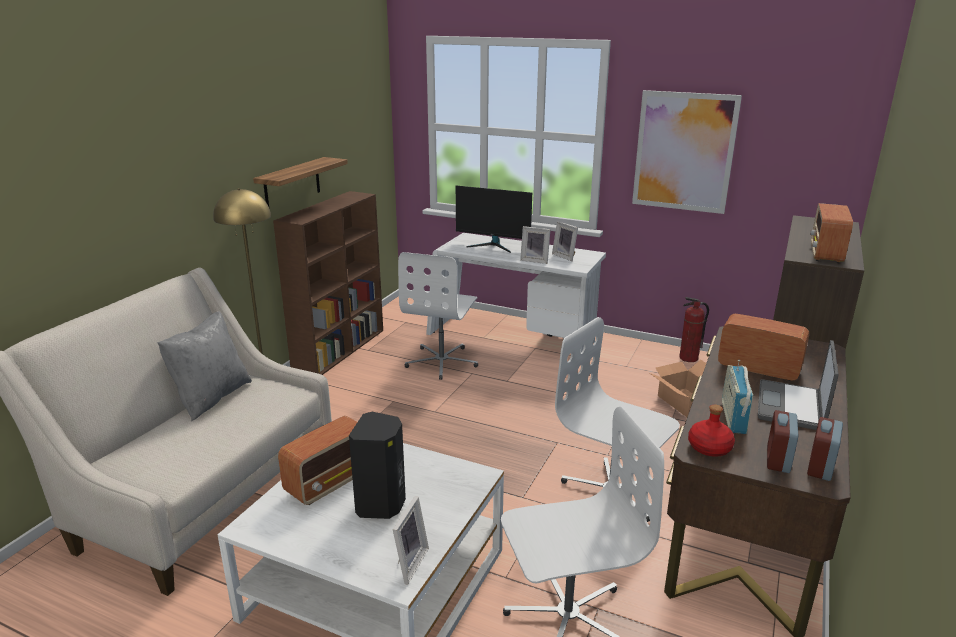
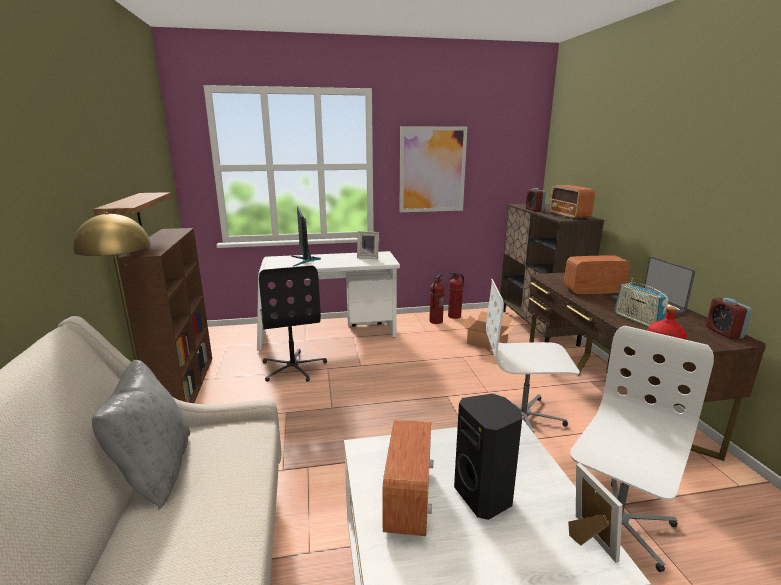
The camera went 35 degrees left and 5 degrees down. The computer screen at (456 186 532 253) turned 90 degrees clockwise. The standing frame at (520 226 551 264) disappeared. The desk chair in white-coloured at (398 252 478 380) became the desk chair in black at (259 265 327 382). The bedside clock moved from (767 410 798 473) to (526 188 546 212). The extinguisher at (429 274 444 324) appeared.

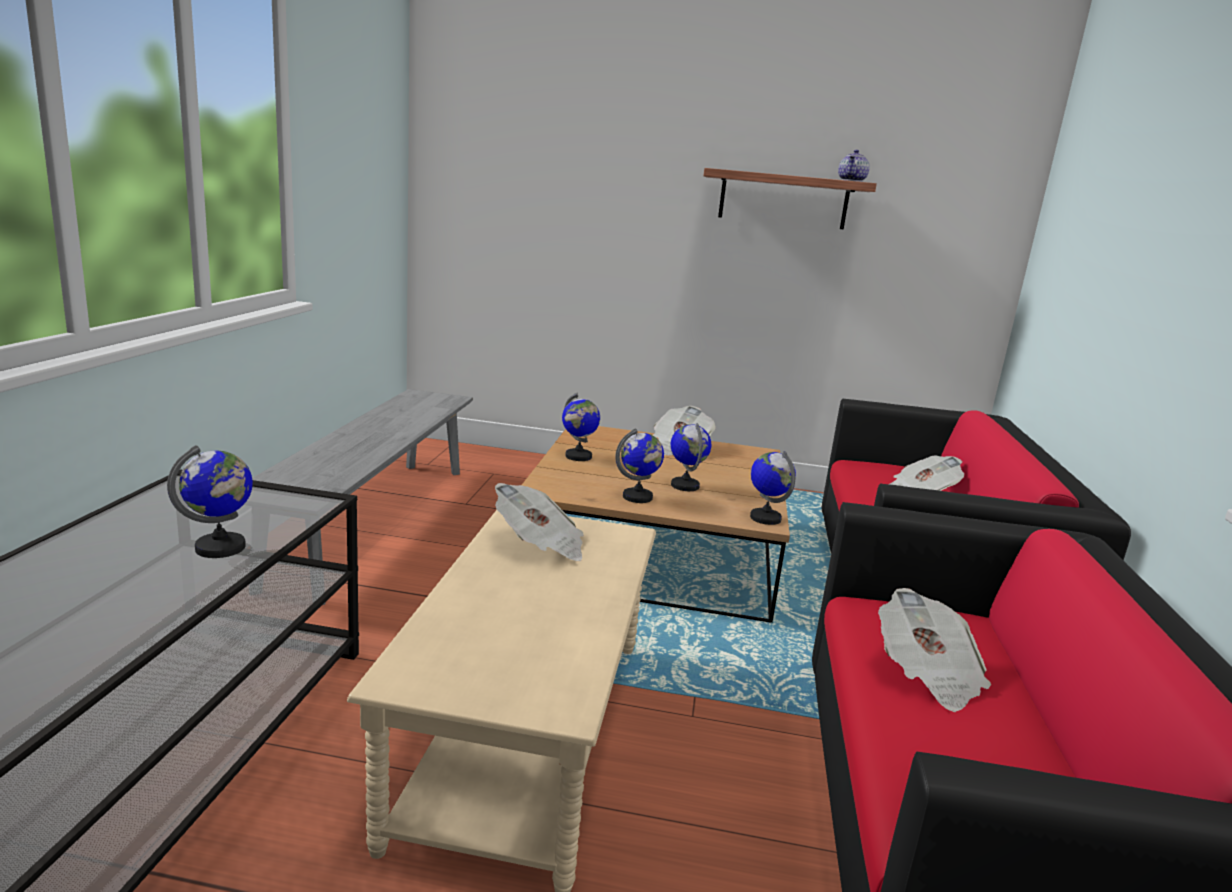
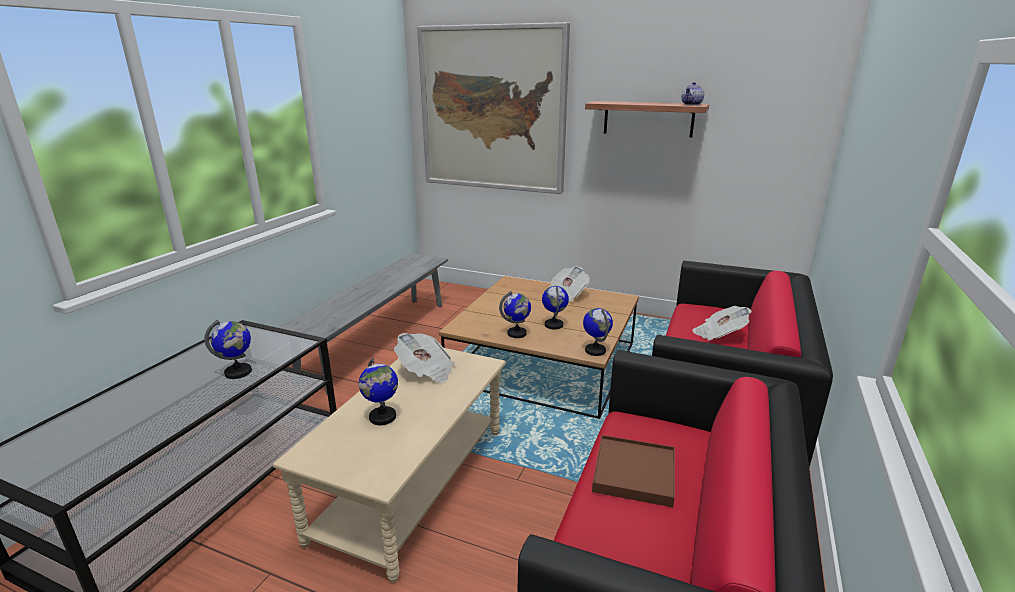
The camera went 15 degrees right and 5 degrees up. The globe moved from (562 393 600 461) to (359 358 398 425). The printed paper at (878 588 991 712) was replaced by the serving tray in brown at (592 435 675 507). The wall art at (417 22 570 194) appeared.

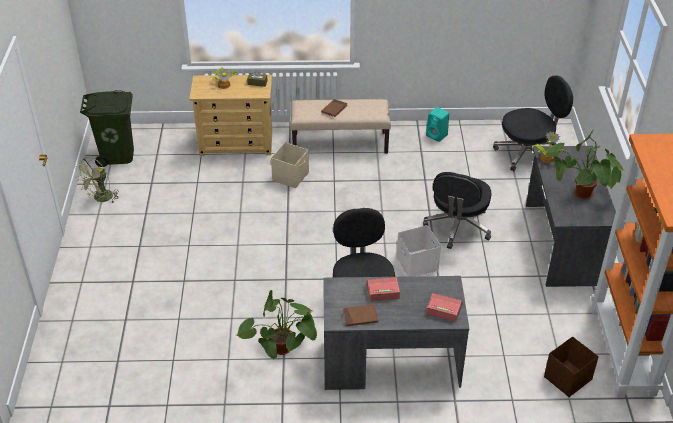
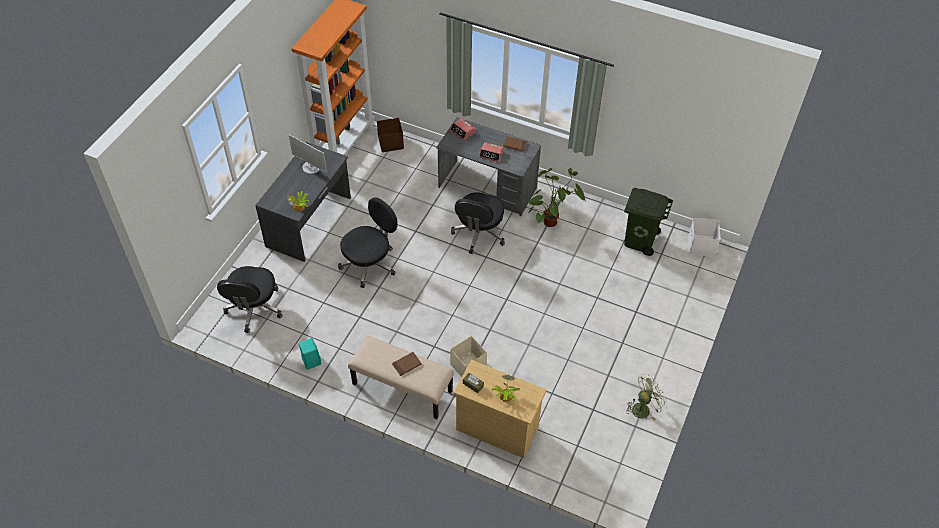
The camera went 155 degrees left and 10 degrees up. The desk chair in black at (493 75 573 171) turned 90 degrees counterclockwise. The waste bin in green-coloured moved from (80 90 134 167) to (624 188 673 256). The houseplant at (545 129 624 199) was replaced by the computer screen at (289 134 327 174). The storage bin in white-coloured moved from (396 225 441 277) to (688 218 721 257).

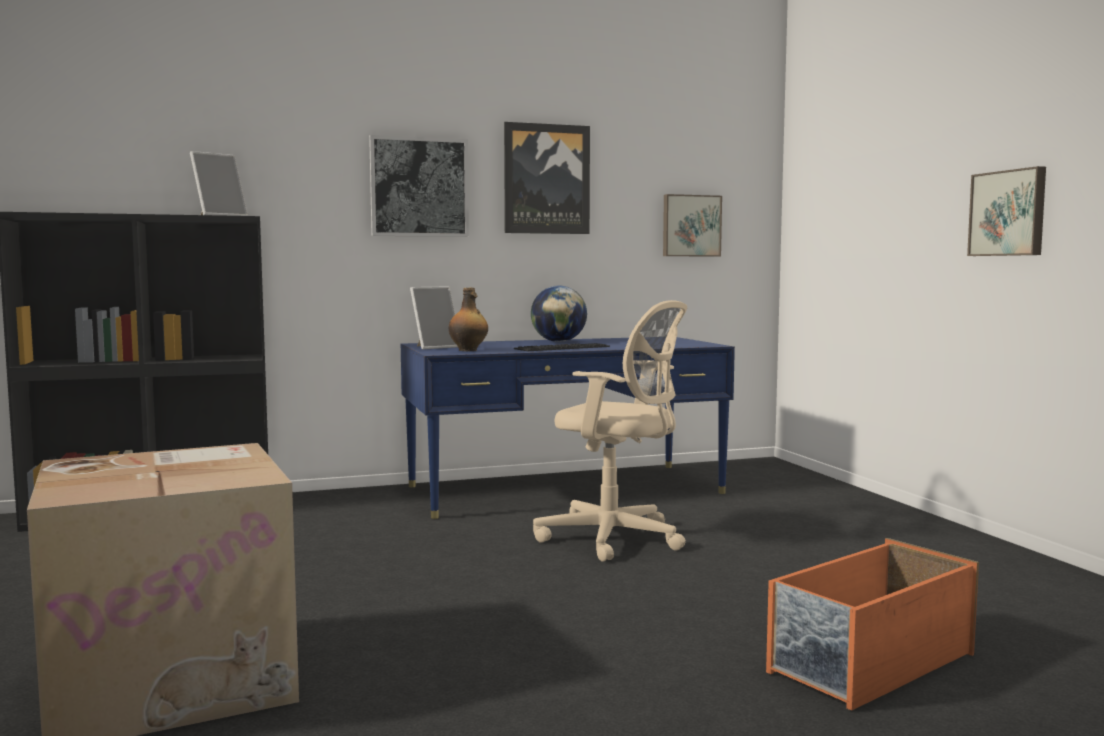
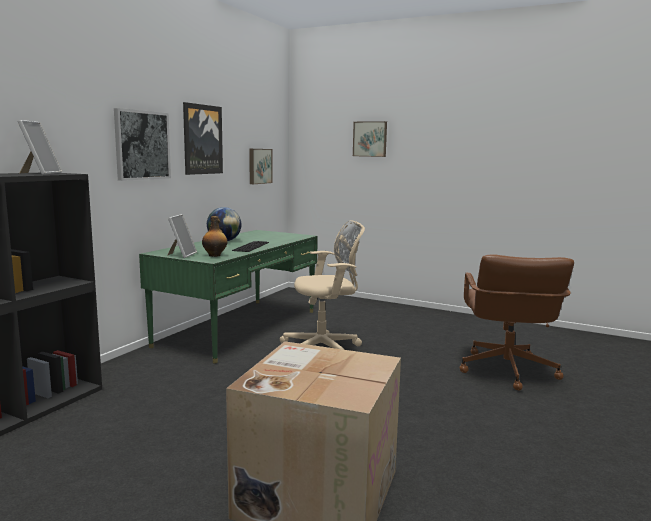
The camera went 45 degrees left and 5 degrees up. The wall art moved from (967 166 1046 256) to (353 121 387 157). The desk table in bluish at (401 337 735 519) became the desk table in green-coloured at (139 230 318 364). The storage bin in orange-coloured at (766 538 979 711) was replaced by the desk chair in brown at (460 254 574 391).

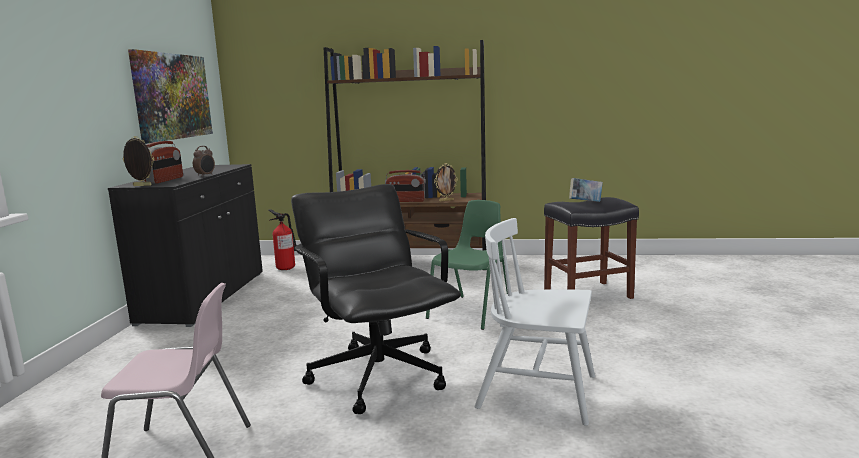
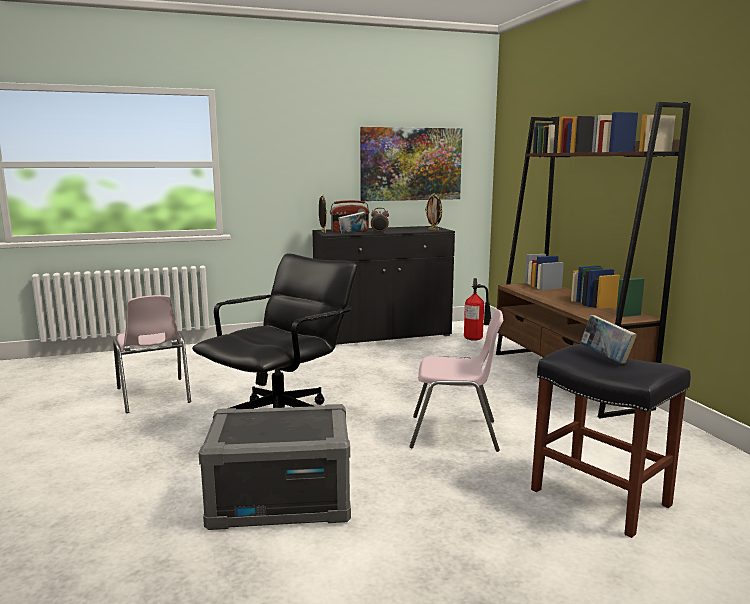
The camera went 65 degrees right and 0 degrees up. The standing frame moved from (434 163 458 202) to (425 194 443 231). The radio receiver at (385 170 426 202) disappeared. The upright chair in green-coloured at (426 200 508 330) became the upright chair in pink at (409 309 503 452). The upright chair in white-coloured at (475 218 595 426) was replaced by the storage bin in gray at (199 404 351 530). The volume at (338 212 367 234) appeared.

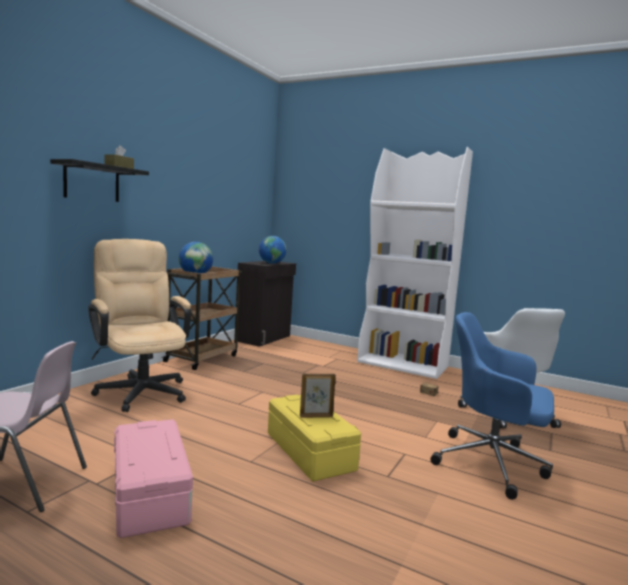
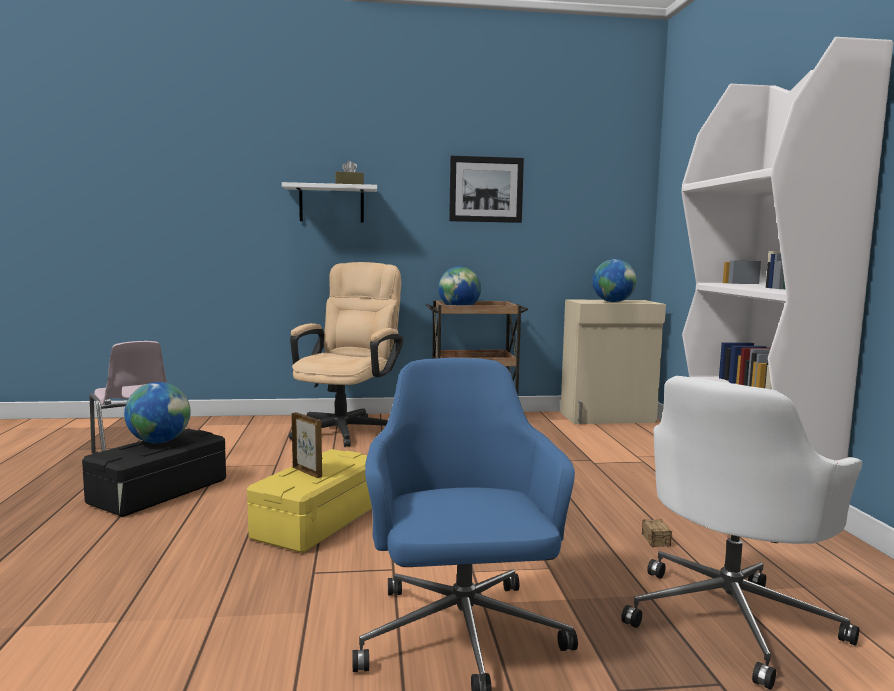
The camera went 55 degrees right and 0 degrees up. The shelf in black at (50 159 149 202) became the shelf in white-coloured at (282 182 377 223). The cabinet in black at (238 261 296 347) became the cabinet in beige-coloured at (560 299 666 424). The storage bin in pink at (114 419 193 538) became the storage bin in black at (82 428 226 517). The wall art at (449 156 524 223) appeared. The globe at (124 382 191 443) appeared.

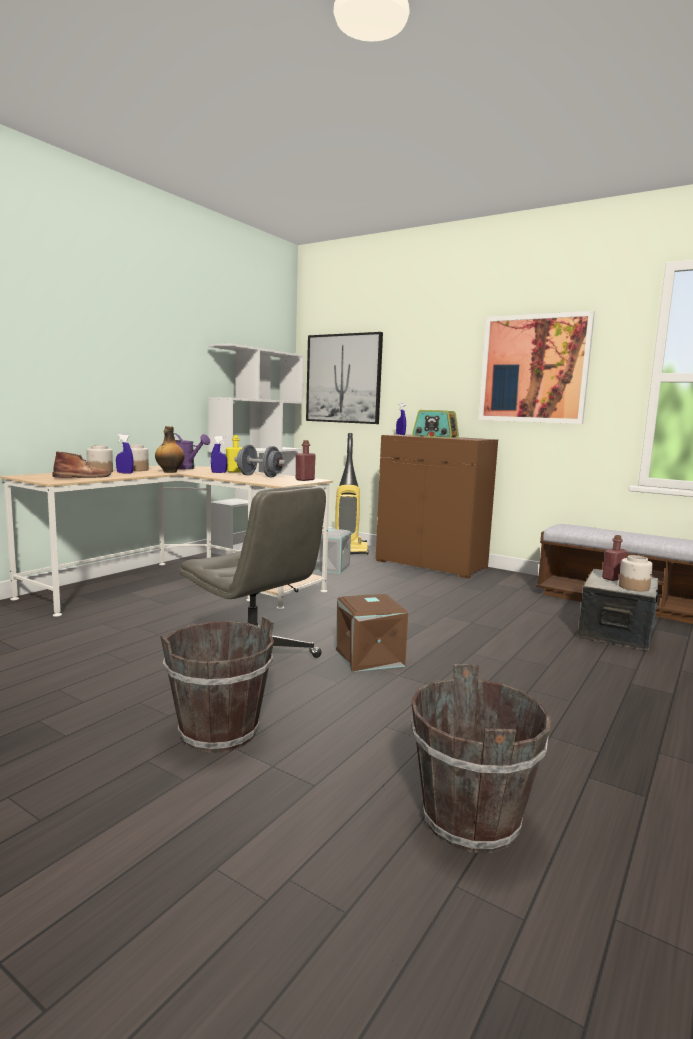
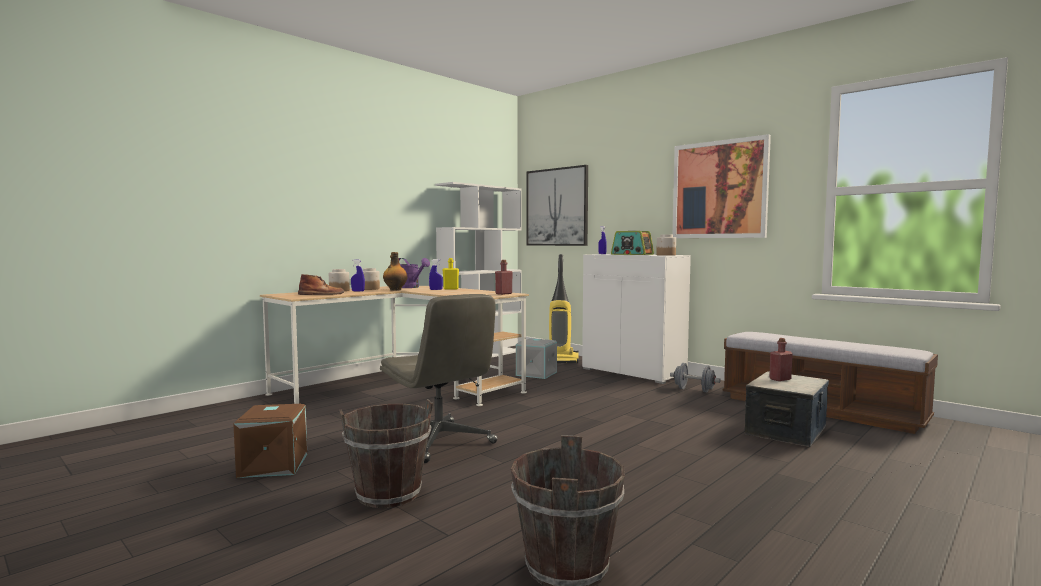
The camera went 10 degrees right and 5 degrees down. The cabinet in brown at (376 434 498 579) became the cabinet in white-coloured at (582 254 691 384). The free weight in gray moved from (234 445 286 477) to (670 363 720 392). The preserve jar moved from (619 555 653 591) to (656 234 676 256). The storage bin in brown moved from (335 594 408 672) to (233 404 307 478).

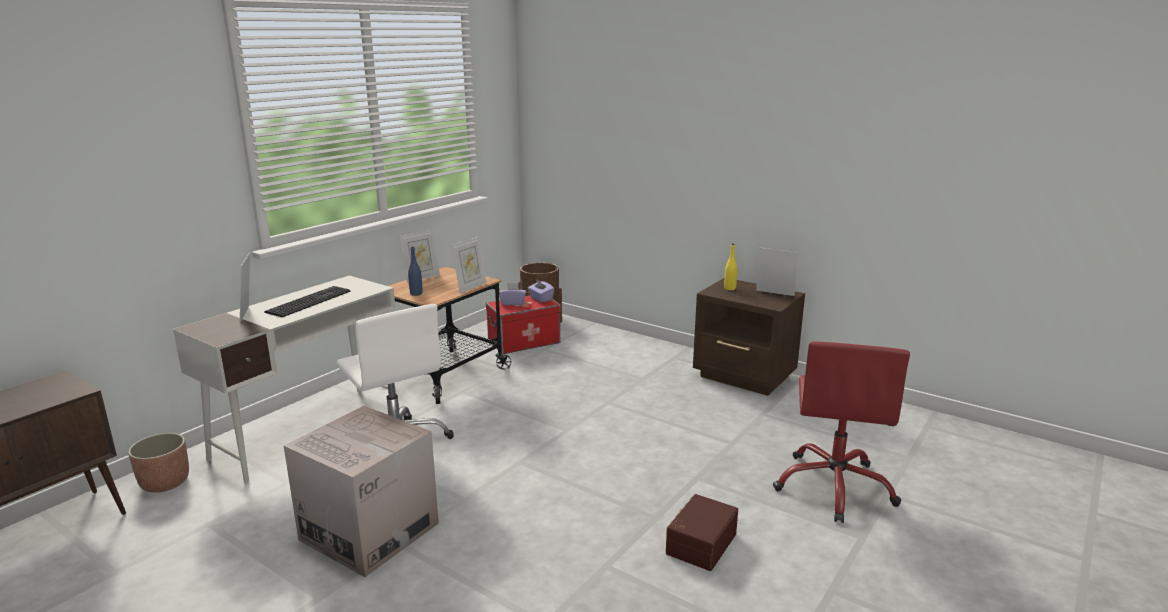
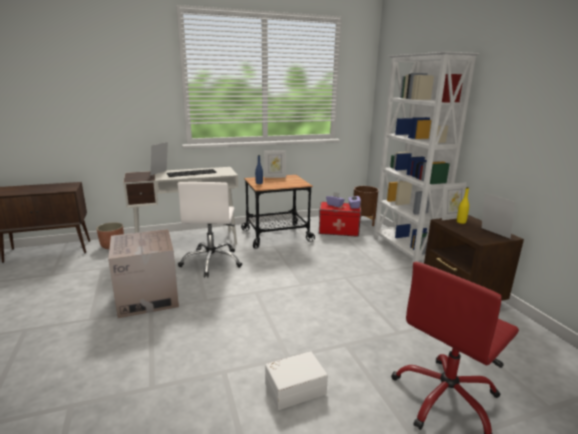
The camera went 35 degrees right and 0 degrees up. The standing frame moved from (451 237 486 293) to (442 182 467 220). The storage bin in brown at (666 494 738 571) became the storage bin in white-coloured at (265 351 328 410). The shelving unit in white-coloured at (374 52 479 262) appeared.

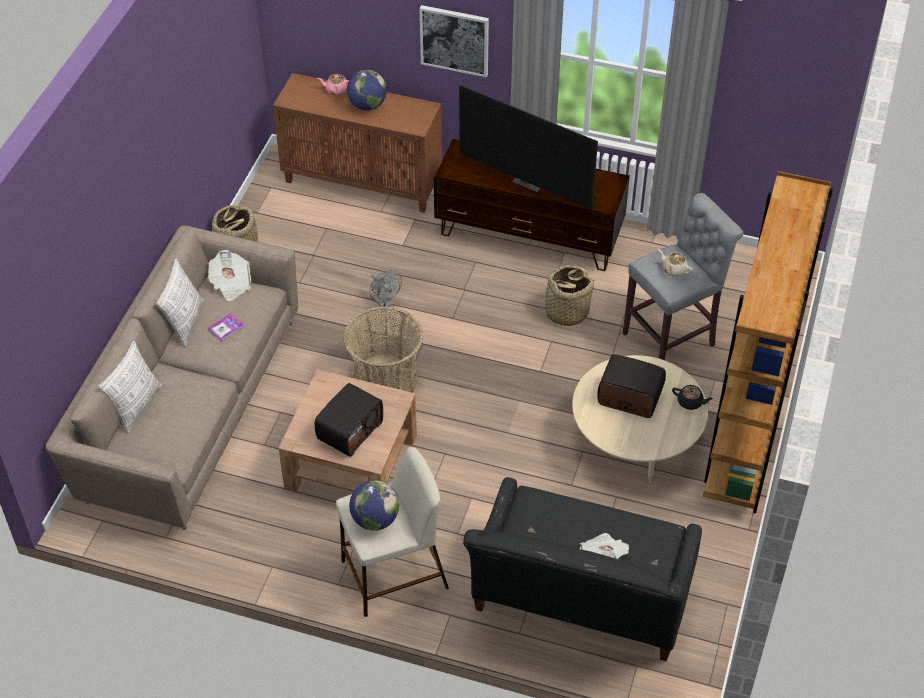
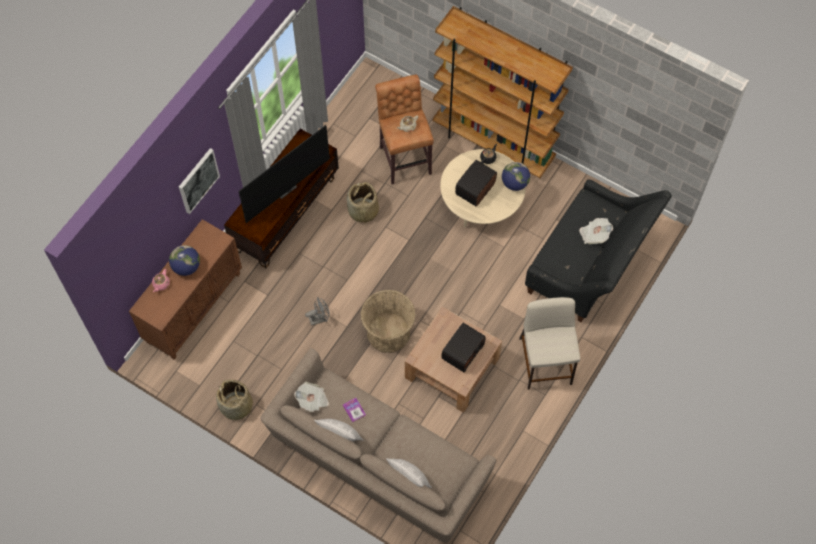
The camera went 75 degrees left and 15 degrees up. The sitting stool in gray at (623 193 744 360) became the sitting stool in brown at (375 74 434 184). The radio receiver at (315 383 383 457) turned 75 degrees clockwise. The globe moved from (349 480 399 531) to (502 162 530 191).

